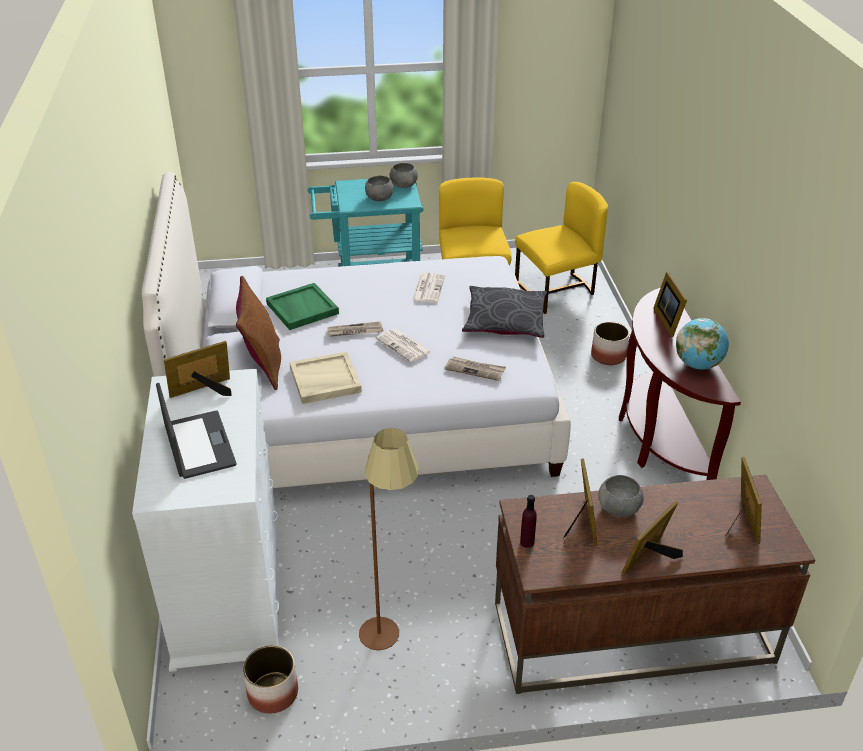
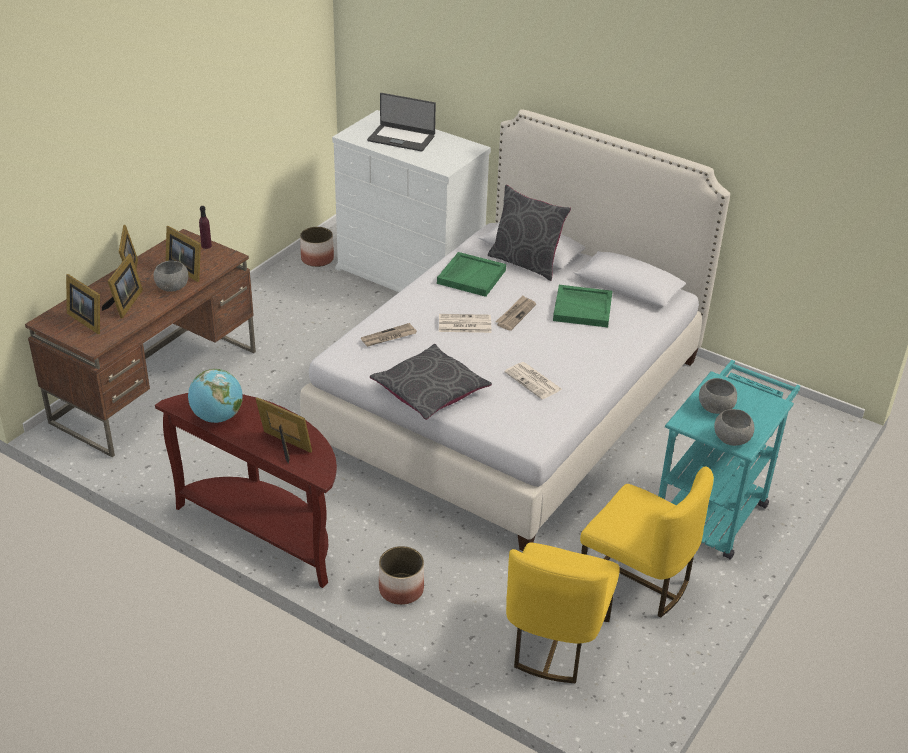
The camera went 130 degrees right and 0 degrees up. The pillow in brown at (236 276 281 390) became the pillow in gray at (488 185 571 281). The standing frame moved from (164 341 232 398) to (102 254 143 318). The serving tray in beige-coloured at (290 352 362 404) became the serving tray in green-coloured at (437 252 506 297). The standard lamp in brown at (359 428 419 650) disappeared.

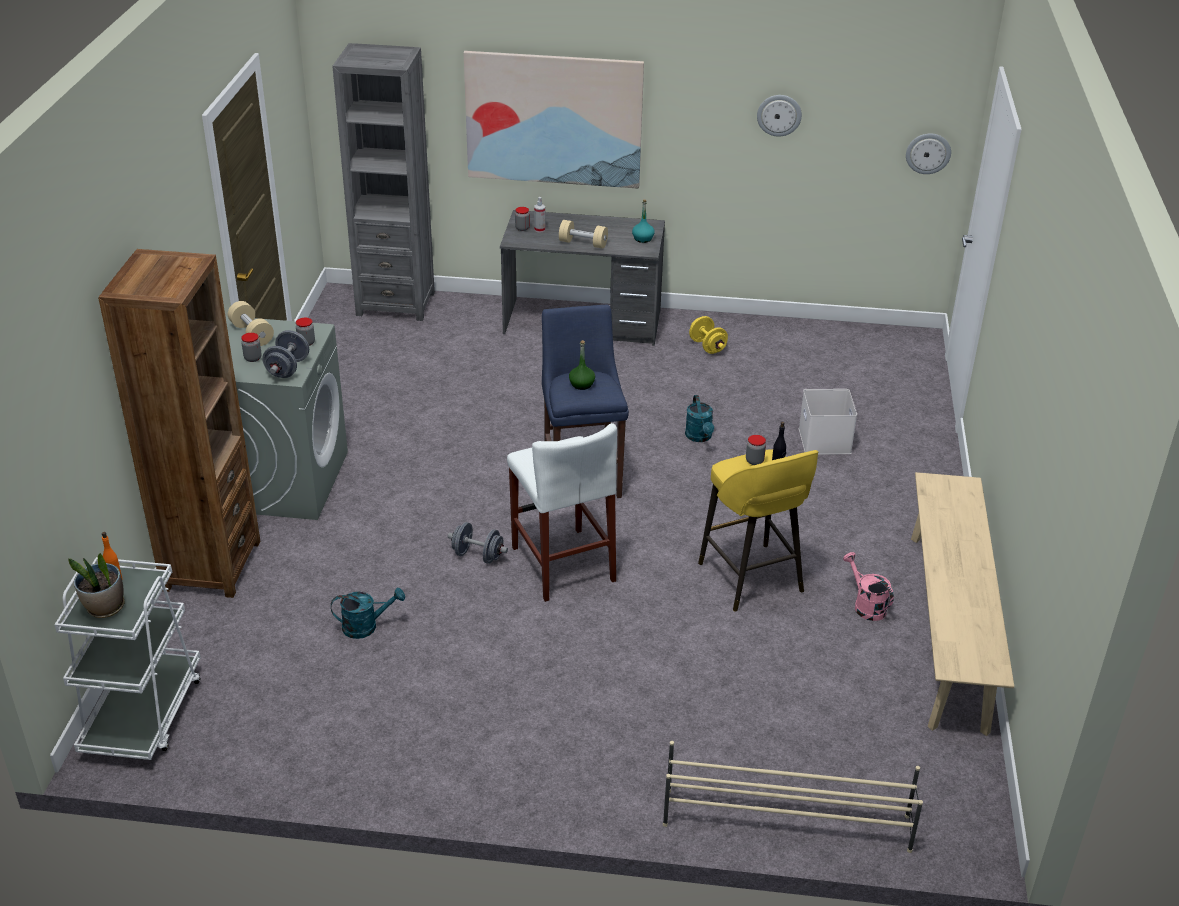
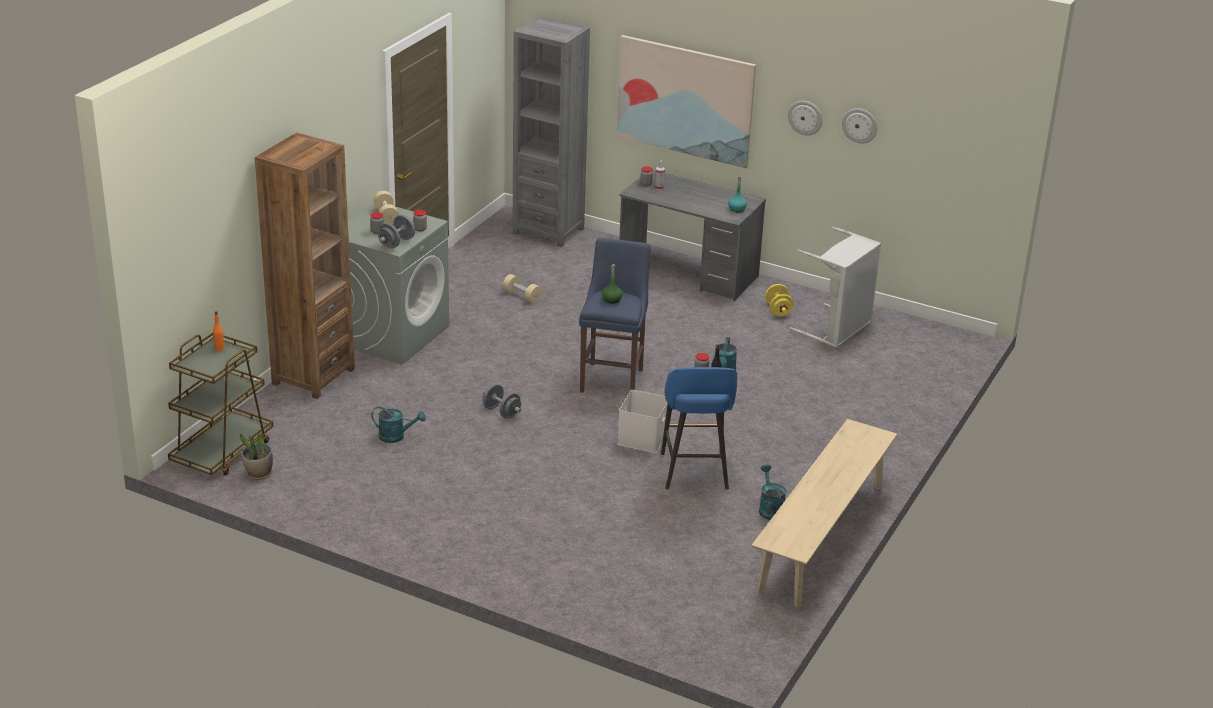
The camera went 20 degrees right and 5 degrees down. The wall clock moved from (906 133 951 174) to (788 101 823 136). The free weight in beige-coloured moved from (559 220 608 249) to (503 274 542 303). The storage bin in white-coloured moved from (799 389 857 455) to (618 390 668 453). The sitting stool in white-coloured at (507 423 617 602) disappeared. The sitting stool in yellow at (698 450 818 612) became the sitting stool in bluish at (661 367 737 490). The watering can in pink at (843 552 894 621) became the watering can in turquoise-coloured at (759 464 786 520). The houseplant moved from (68 553 125 618) to (240 433 273 480). The cart in white-coloured at (55 557 201 760) became the cart in brown at (168 333 273 476). The shoe stand in beige-coloured at (663 741 923 853) disappeared. The washing basket in gray at (790 227 881 348) appeared.

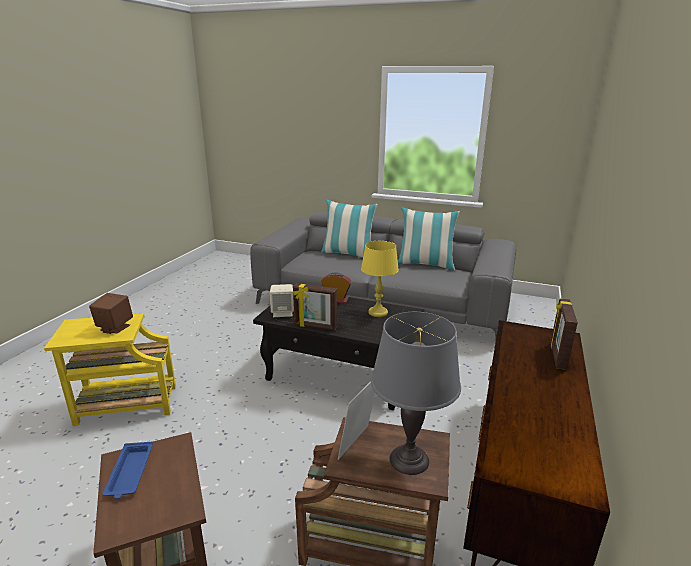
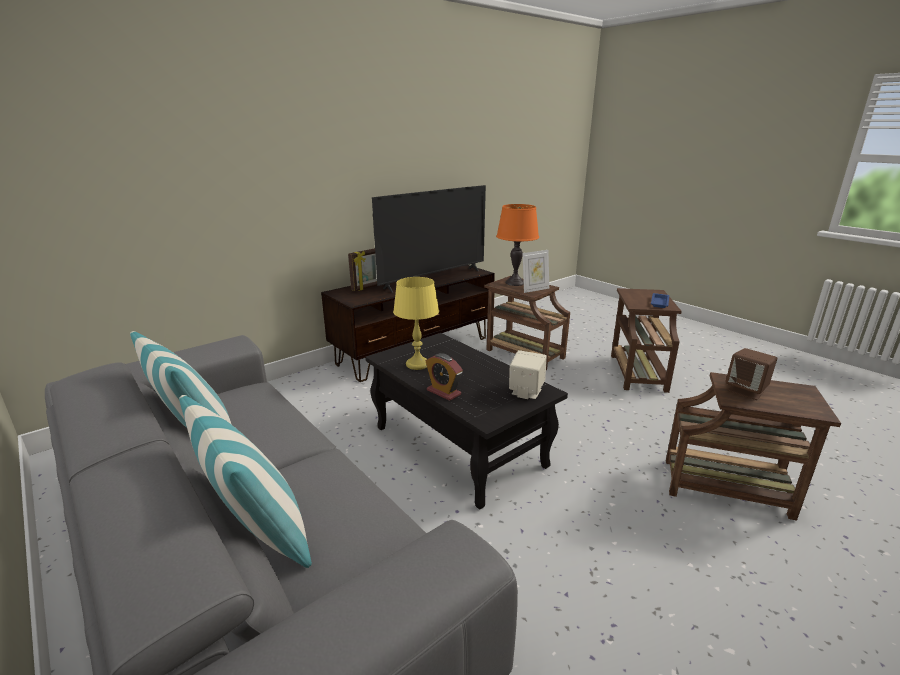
The camera went 150 degrees left and 0 degrees up. The standing frame at (293 283 337 331) disappeared. The tabletop lamp in gray at (371 312 461 475) became the tabletop lamp in orange-coloured at (496 204 539 286). The side table in yellow at (44 313 176 426) became the side table in brown at (666 372 841 521). The TV at (372 185 486 293) appeared.

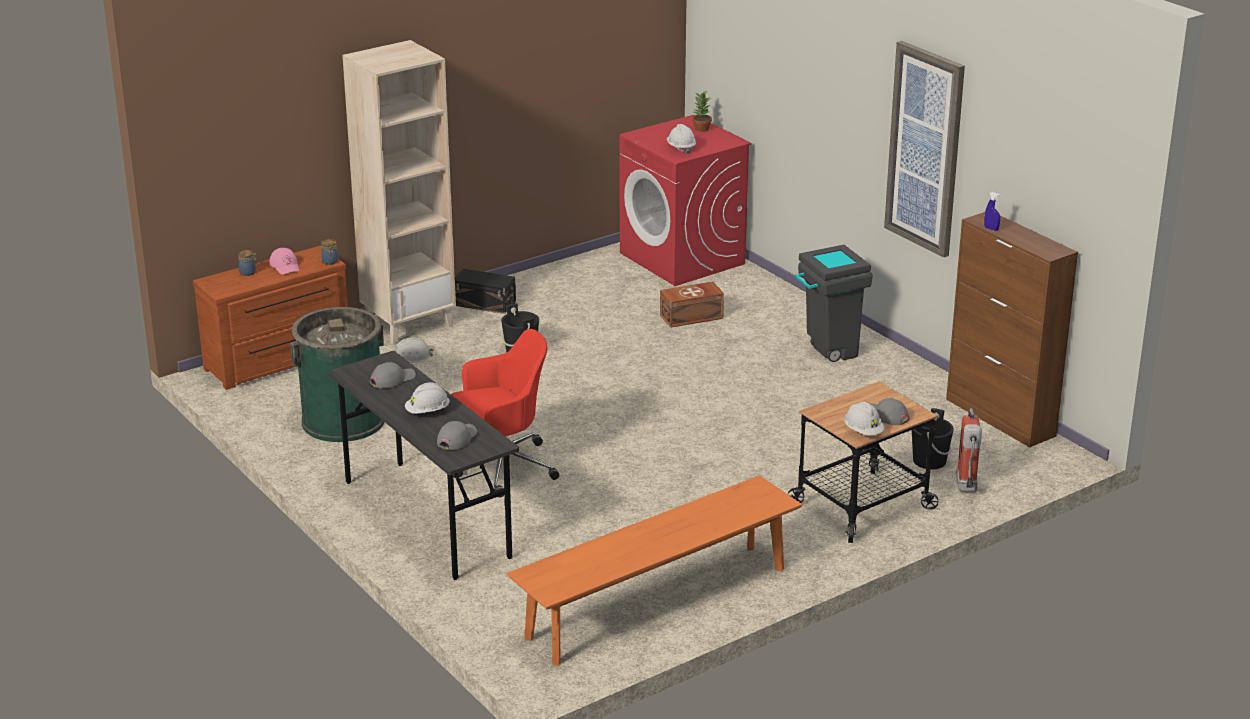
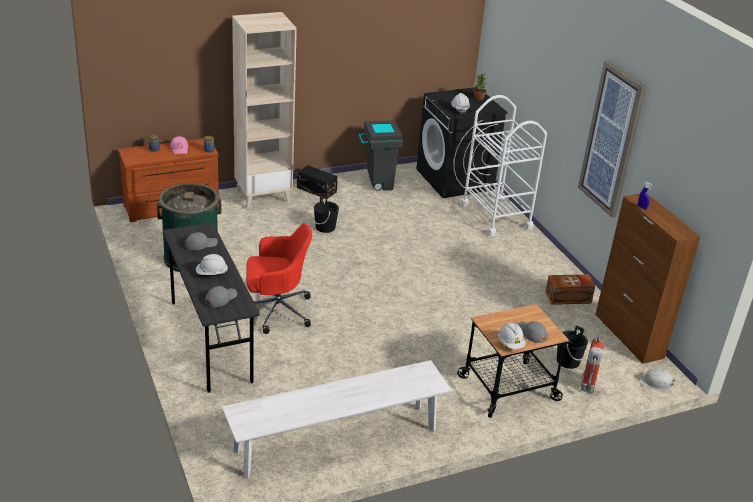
The camera went 10 degrees right and 5 degrees up. The washing machine in reddish at (620 115 751 286) became the washing machine in black at (416 87 508 198). The waste bin in gray moved from (794 245 873 362) to (358 121 403 191). The storage bin in brown moved from (660 281 724 328) to (545 274 596 305). The work helmet in white-coloured moved from (394 337 434 363) to (639 369 675 391). The indoor bench in orange-coloured at (507 475 802 666) became the indoor bench in white-coloured at (222 360 452 478). The cart in white-coloured at (461 95 547 236) appeared.

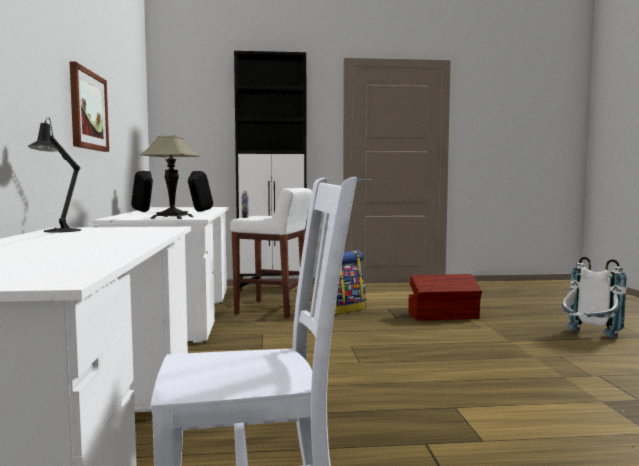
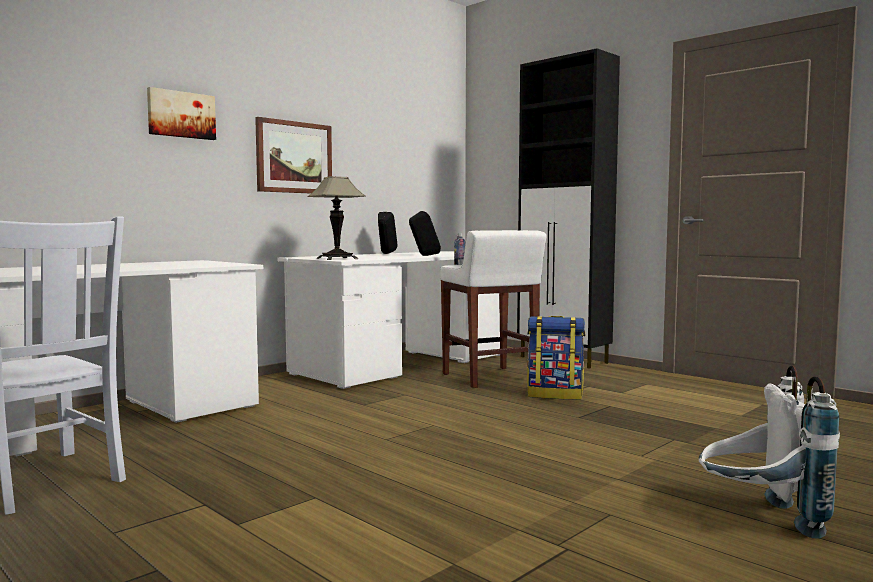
The camera went 50 degrees right and 0 degrees up. The tabletop lamp in black at (28 117 81 233) disappeared. The storage bin in brown at (408 274 482 321) disappeared. The wall art at (147 87 216 140) appeared.

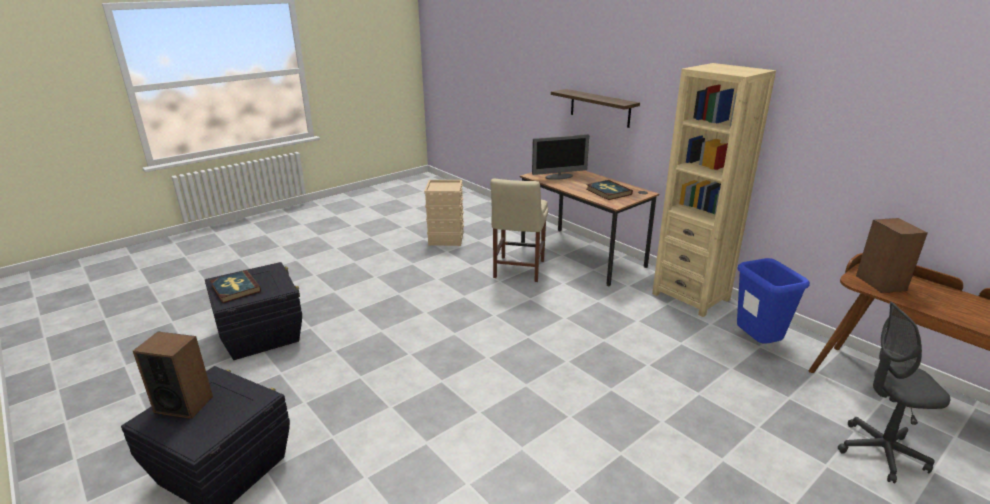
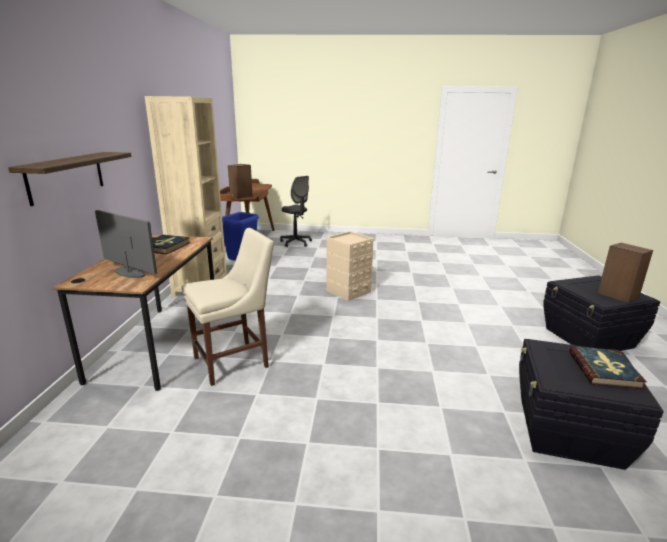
The camera went 135 degrees left and 5 degrees down. The storage bin in beige-coloured moved from (424 180 464 246) to (326 231 374 301).

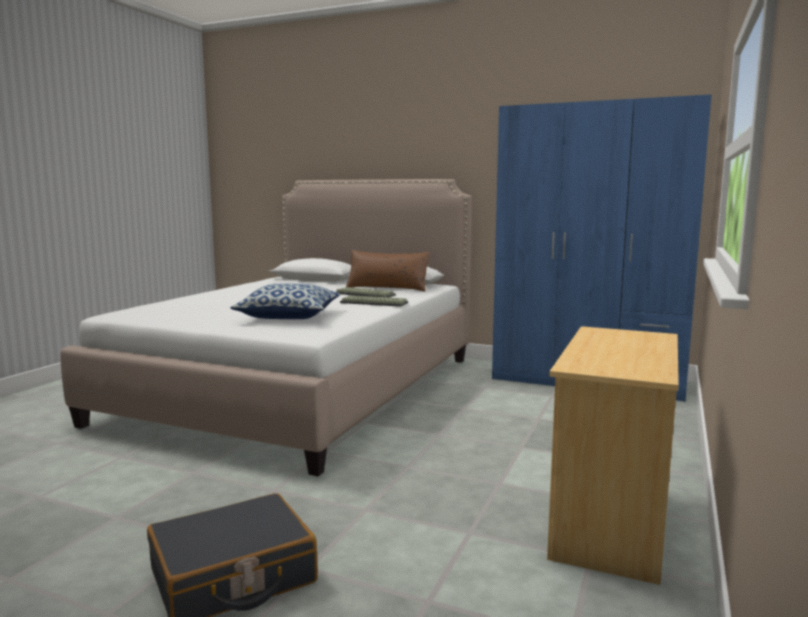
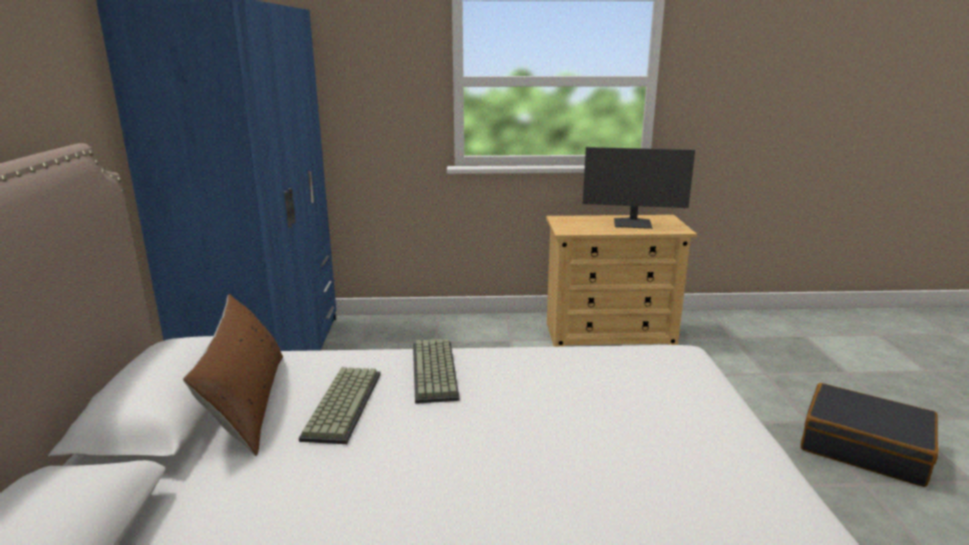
The camera went 115 degrees left and 10 degrees up. The pillow at (230 284 340 319) disappeared. The computer screen at (583 147 695 229) appeared.

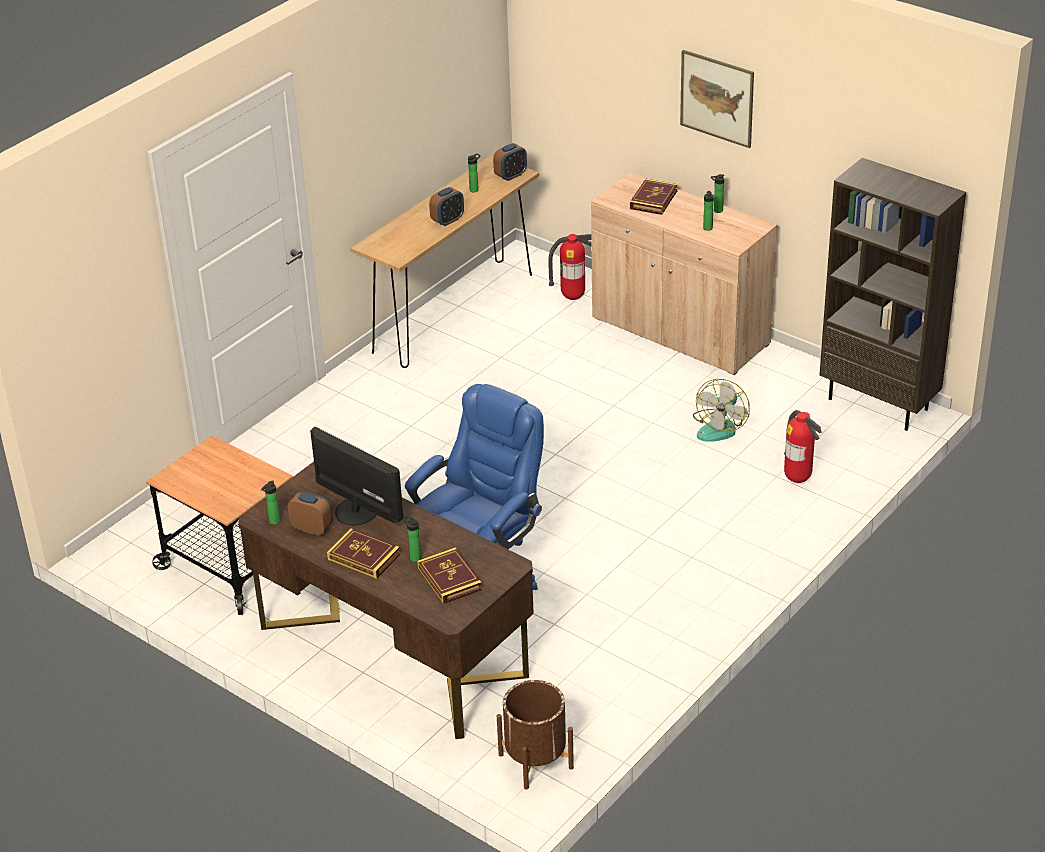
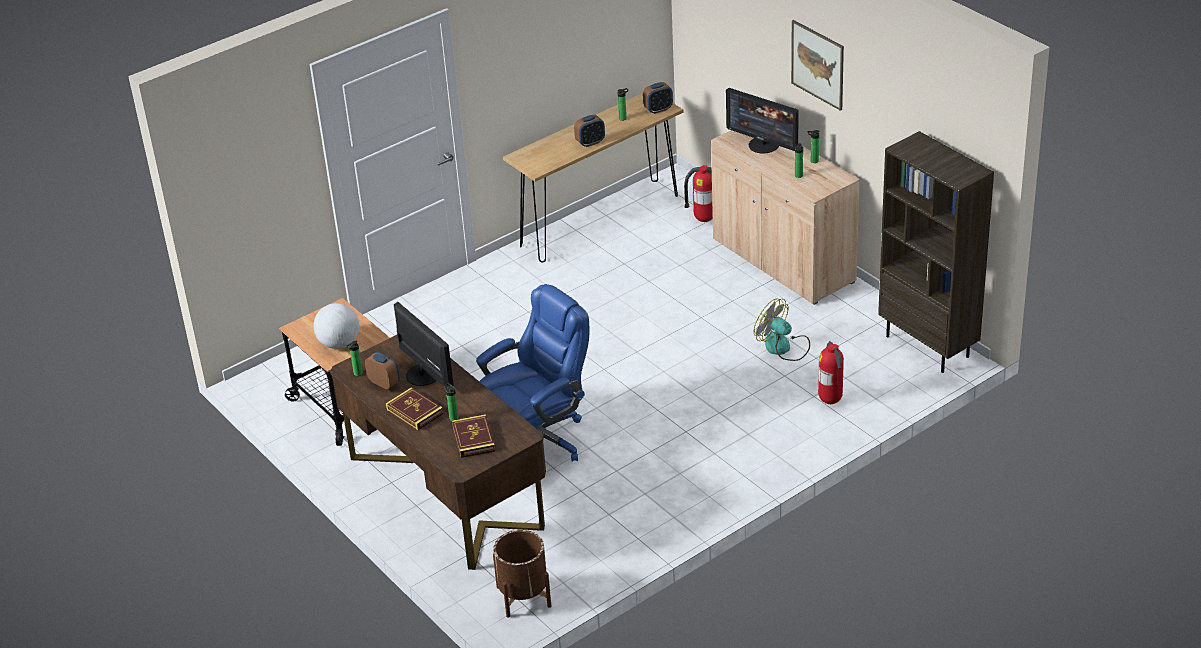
The camera went 15 degrees right and 0 degrees up. The volume at (630 179 678 215) was replaced by the computer screen at (726 88 799 153). The electric fan at (693 379 750 442) turned 90 degrees clockwise. The globe at (313 303 359 349) appeared.

